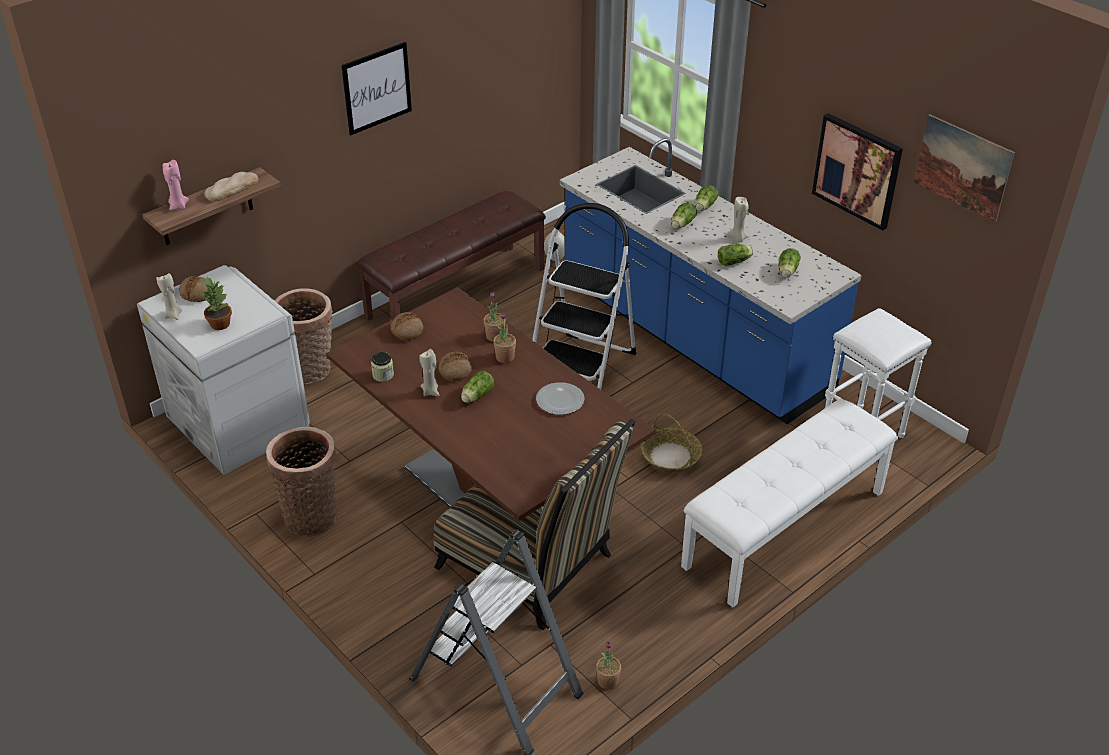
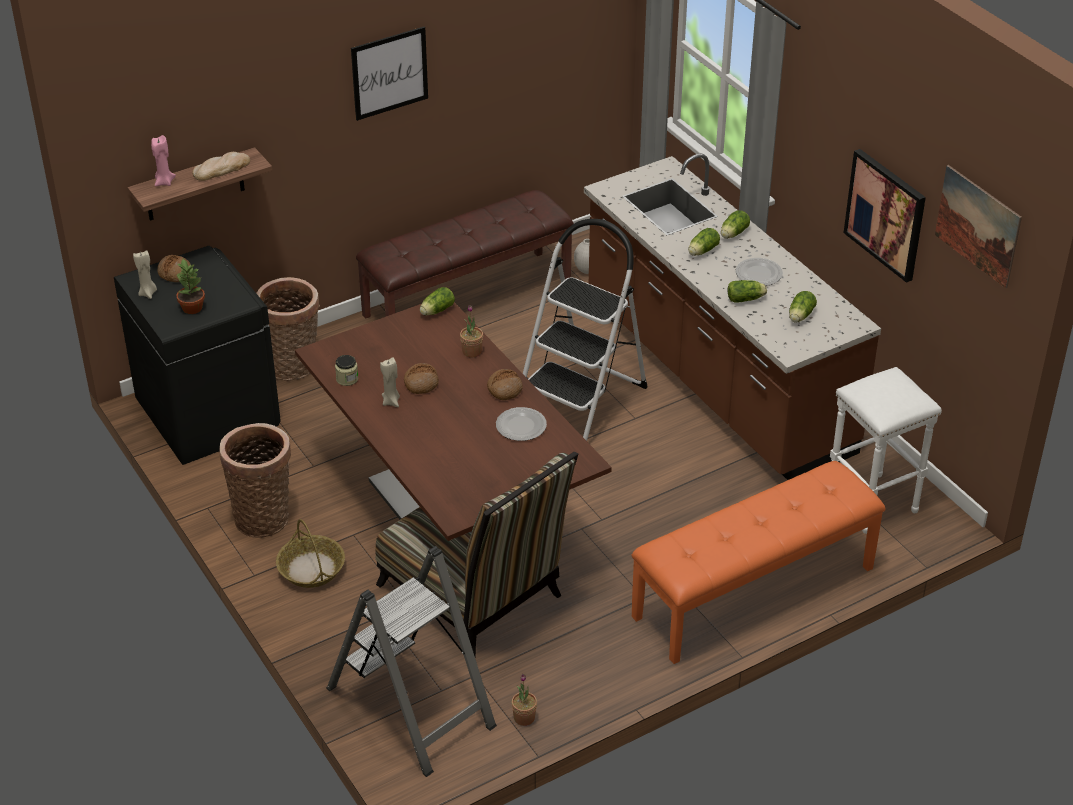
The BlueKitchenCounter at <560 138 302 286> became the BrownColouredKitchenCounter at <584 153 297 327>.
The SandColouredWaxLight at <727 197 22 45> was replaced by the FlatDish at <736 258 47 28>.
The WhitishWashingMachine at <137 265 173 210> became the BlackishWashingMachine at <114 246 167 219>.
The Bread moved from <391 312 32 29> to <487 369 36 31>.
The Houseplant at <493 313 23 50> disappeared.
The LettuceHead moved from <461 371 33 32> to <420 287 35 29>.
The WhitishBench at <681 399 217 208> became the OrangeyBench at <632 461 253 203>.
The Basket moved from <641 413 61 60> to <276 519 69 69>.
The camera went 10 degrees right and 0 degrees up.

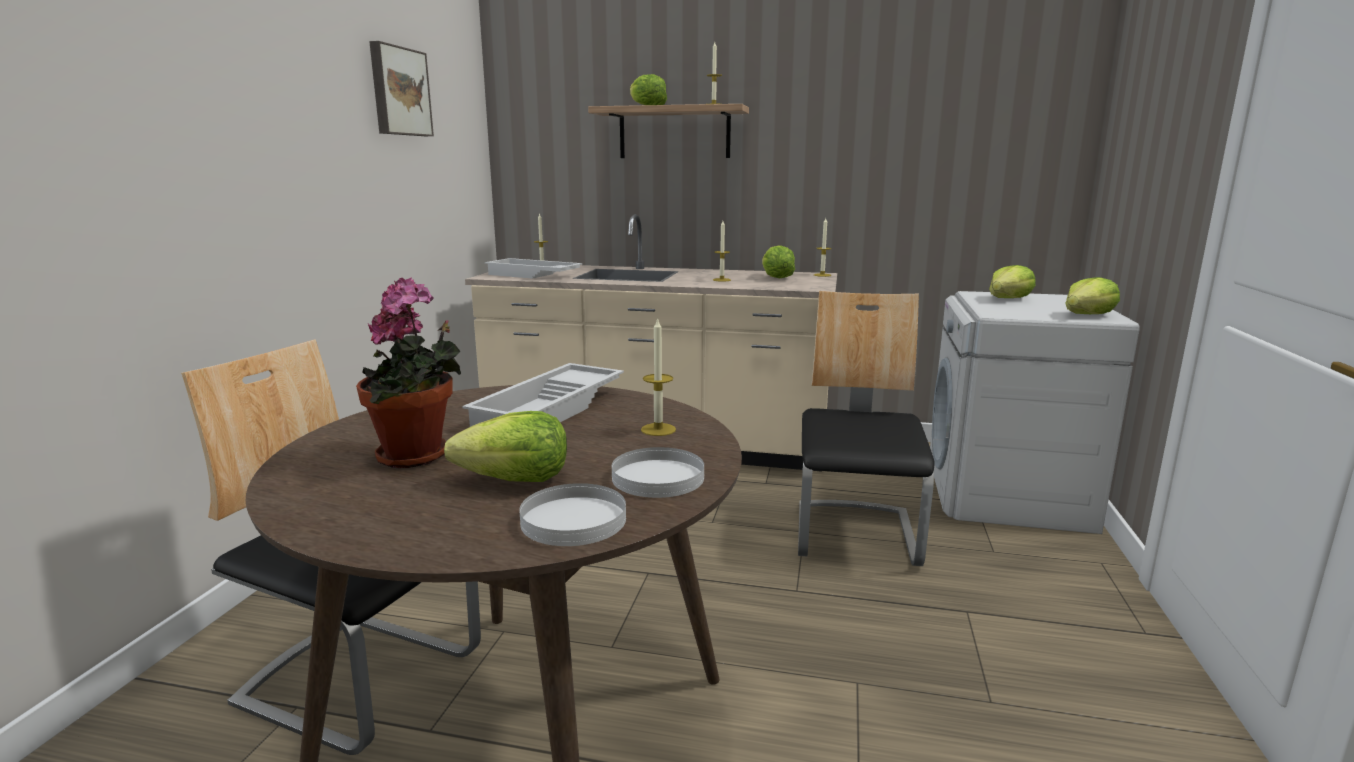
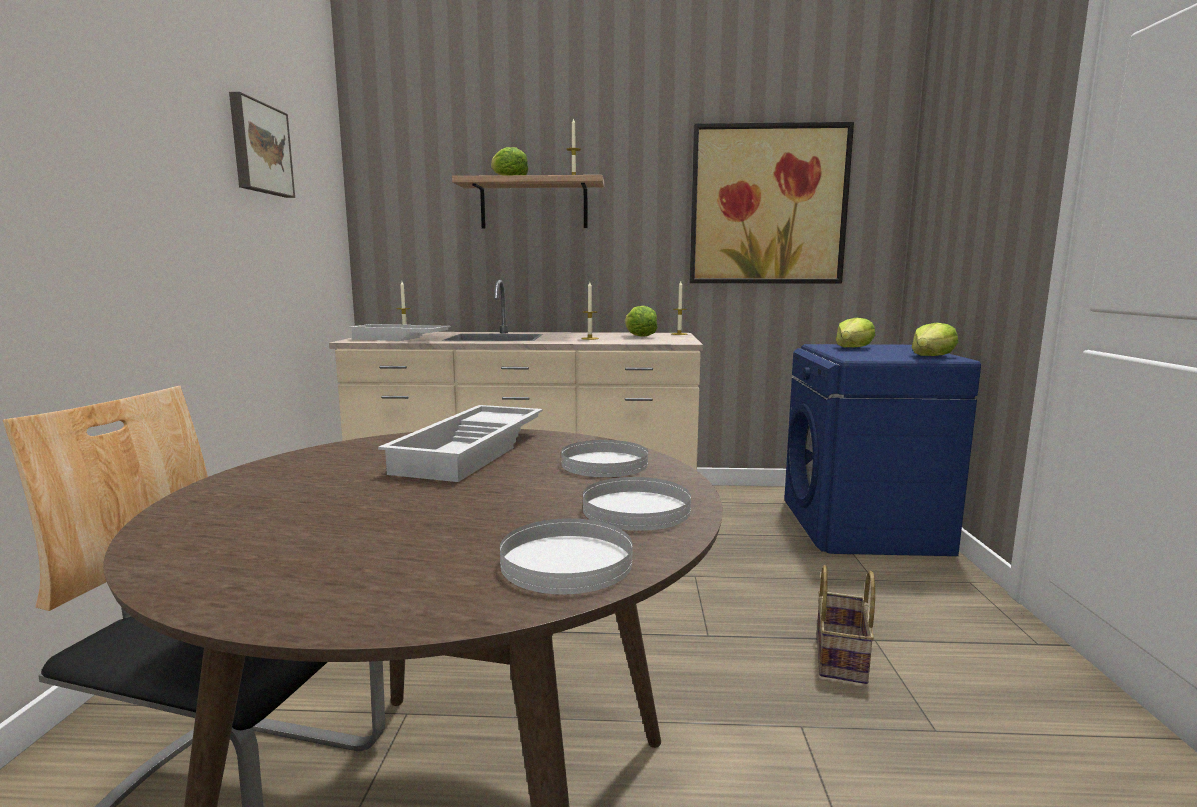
The Houseplant at <356 278 105 190> disappeared.
The UprightChair at <798 291 136 275> disappeared.
The WhitishWashingMachine at <930 291 210 243> became the BlueWashingMachine at <784 344 197 212>.
The WaxLight at <641 317 35 119> was replaced by the WhitishFlatDish at <561 440 87 37>.
The LettuceHead at <444 411 123 71> disappeared.
The WallArt at <690 122 164 161> appeared.
The Basket at <817 565 58 119> appeared.
The camera went 10 degrees left and 5 degrees down.

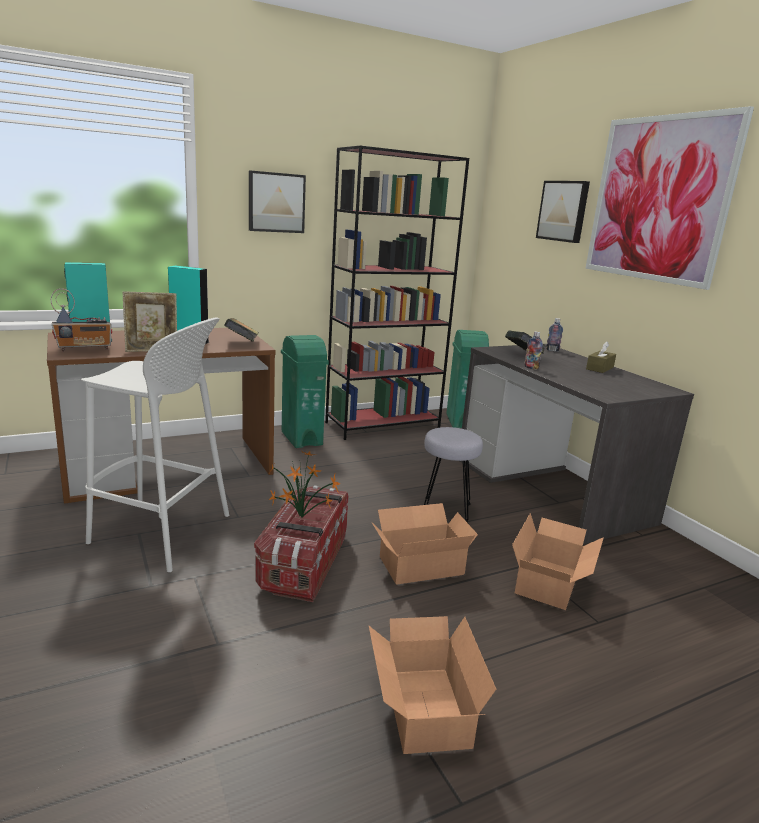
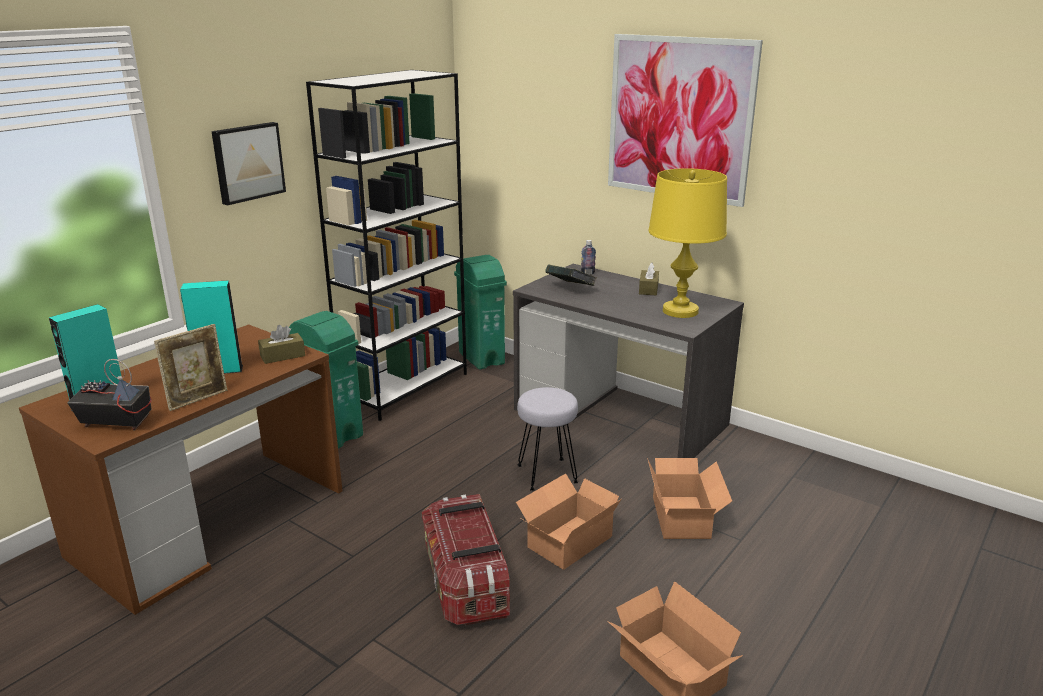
The ReddishBookshelf at <325 146 144 294> became the WhitishBookshelf at <306 70 161 351>.
The WallArt at <536 181 54 62> disappeared.
The RadioReceiver at <51 288 61 64> turned 120 degrees counterclockwise.
The WhitishSittingStool at <81 317 148 255> disappeared.
The BoundBook at <224 318 35 24> was replaced by the BrownColouredTissueHolder at <258 325 47 39>.
The BeverageBottle at <525 331 18 39> disappeared.
The Houseplant at <269 452 72 65> disappeared.
The YellowColouredLampForATable at <648 168 79 150> appeared.
The camera went 25 degrees left and 5 degrees up.

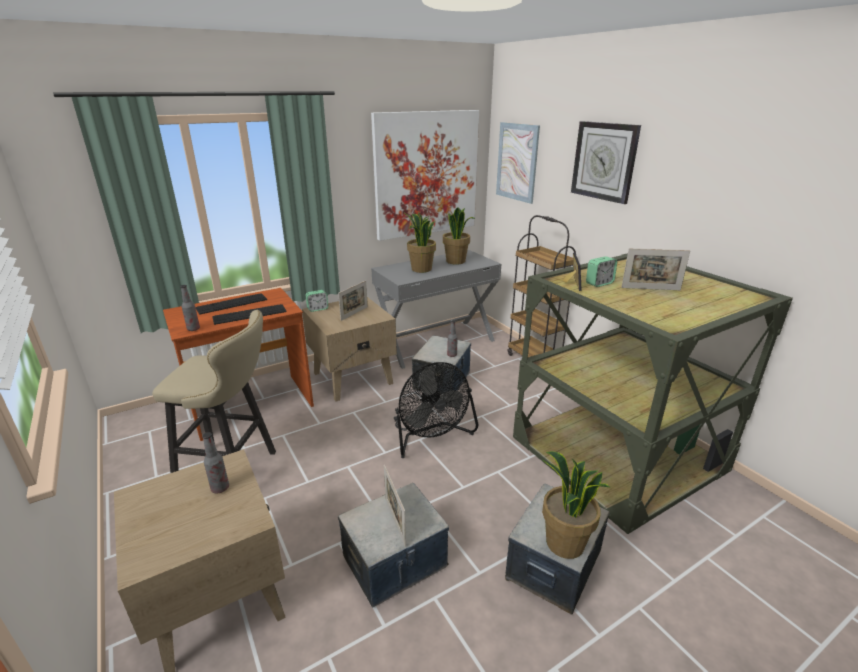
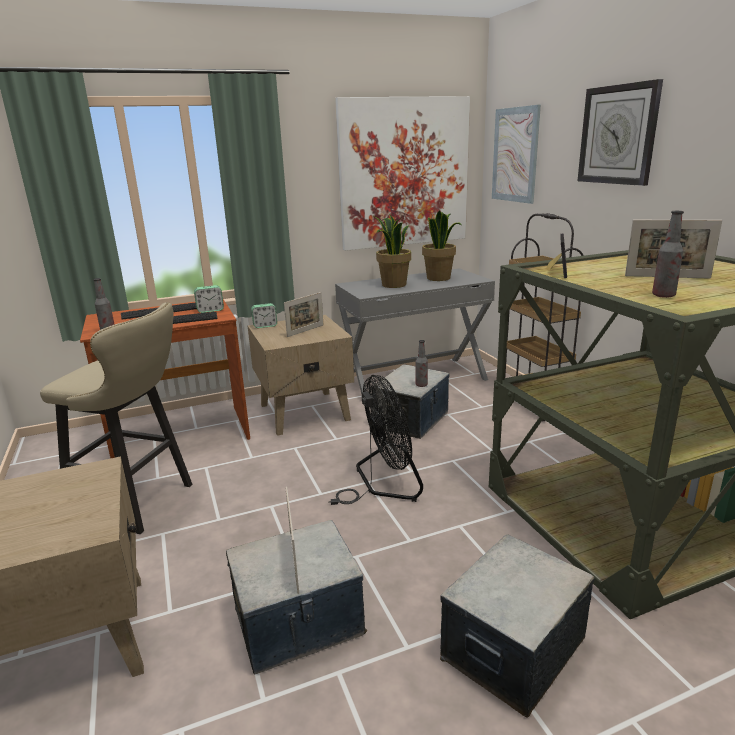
The TableClock moved from <586 256 31 31> to <194 285 30 28>.
The BlackishFan at <394 362 84 96> turned 90 degrees counterclockwise.
The BeverageBottle moved from <202 432 27 61> to <652 211 32 87>.
The Houseplant at <542 451 69 108> disappeared.
The camera went 10 degrees right and 5 degrees down.

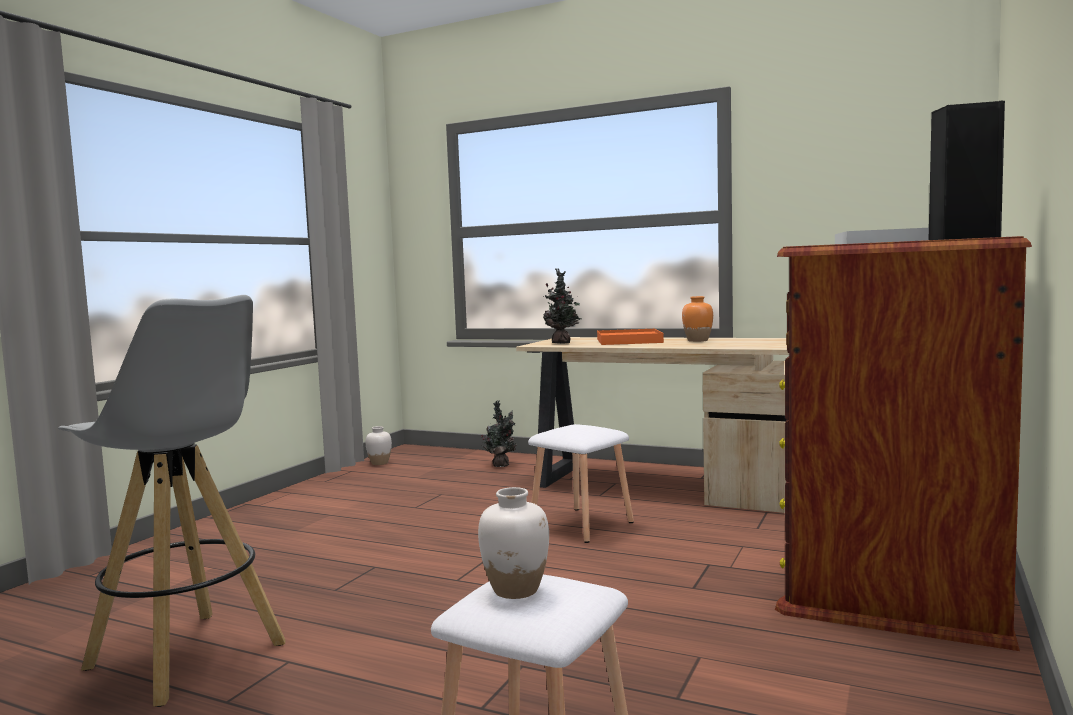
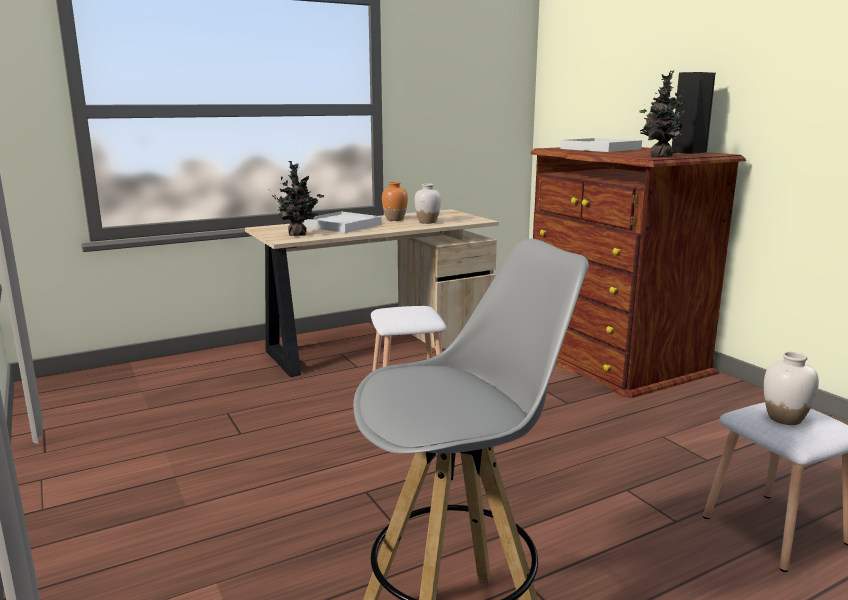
The OrangeyCarryingTray at <597 329 67 16> became the WhitishCarryingTray at <304 211 78 22>.
The Houseplant moved from <481 401 36 66> to <639 70 52 87>.
The WhitishFlowerVase moved from <366 426 26 39> to <415 184 26 40>.
The camera went 55 degrees left and 10 degrees up.

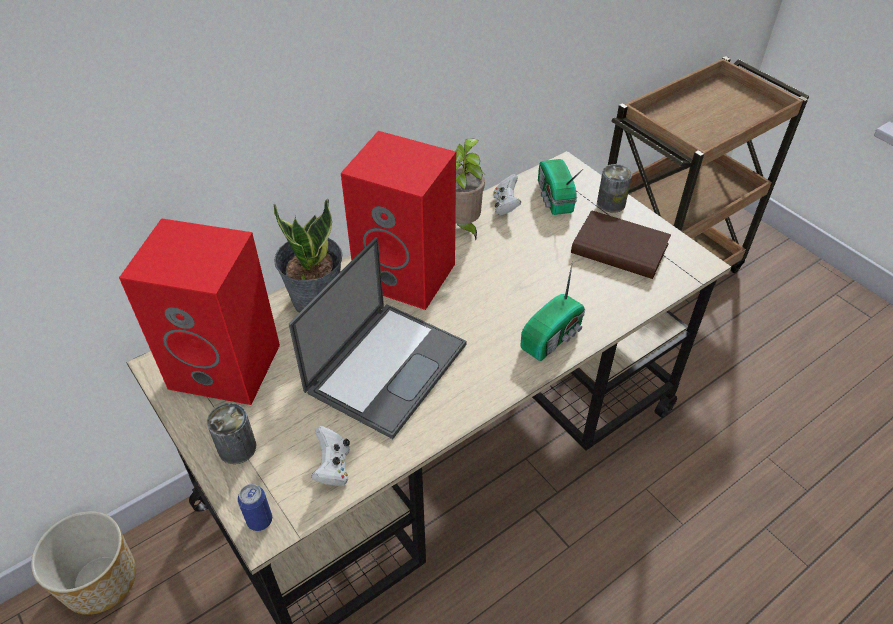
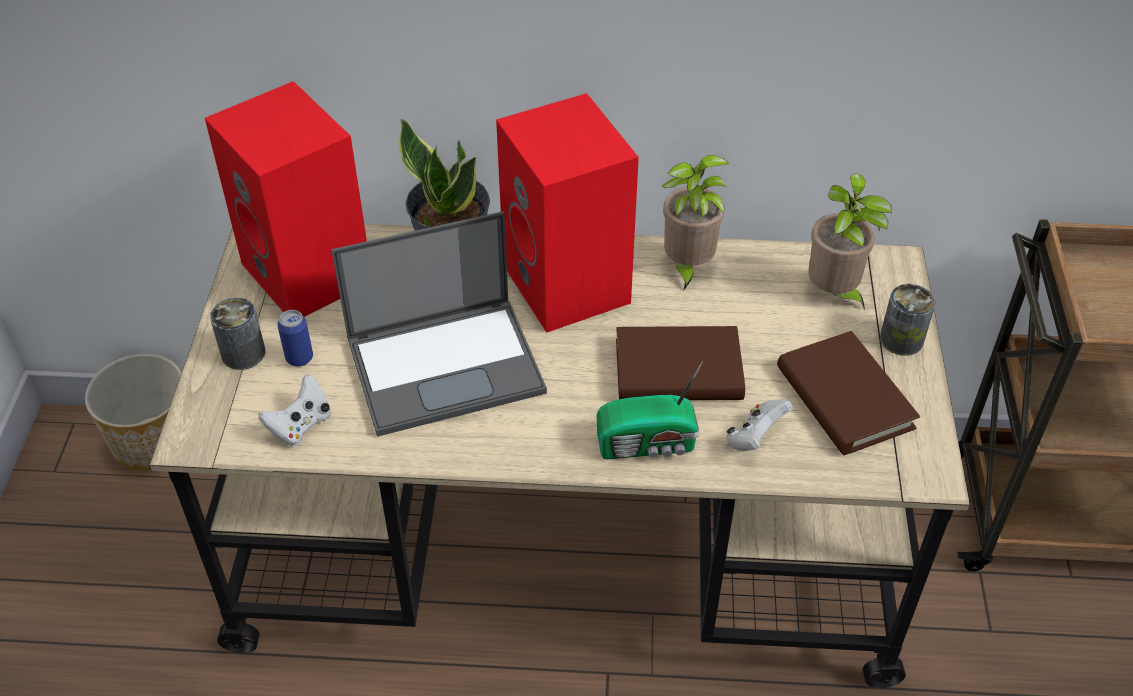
The RadioReceiver at <538 159 45 56> was replaced by the Houseplant at <808 174 84 136>.
The WhitishGamepad moved from <493 174 28 41> to <726 399 67 52>.
The SealedCan moved from <238 484 34 47> to <277 310 36 57>.
The BrownColouredBoundBook at <616 326 129 74> appeared.
The camera went 40 degrees right and 0 degrees up.

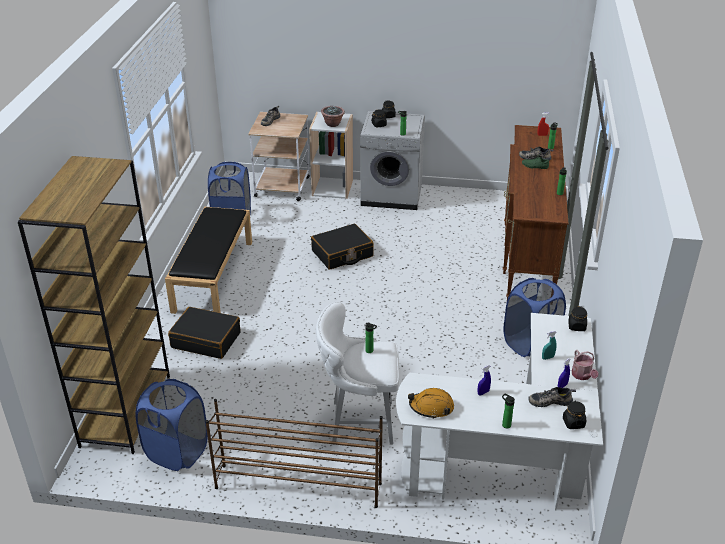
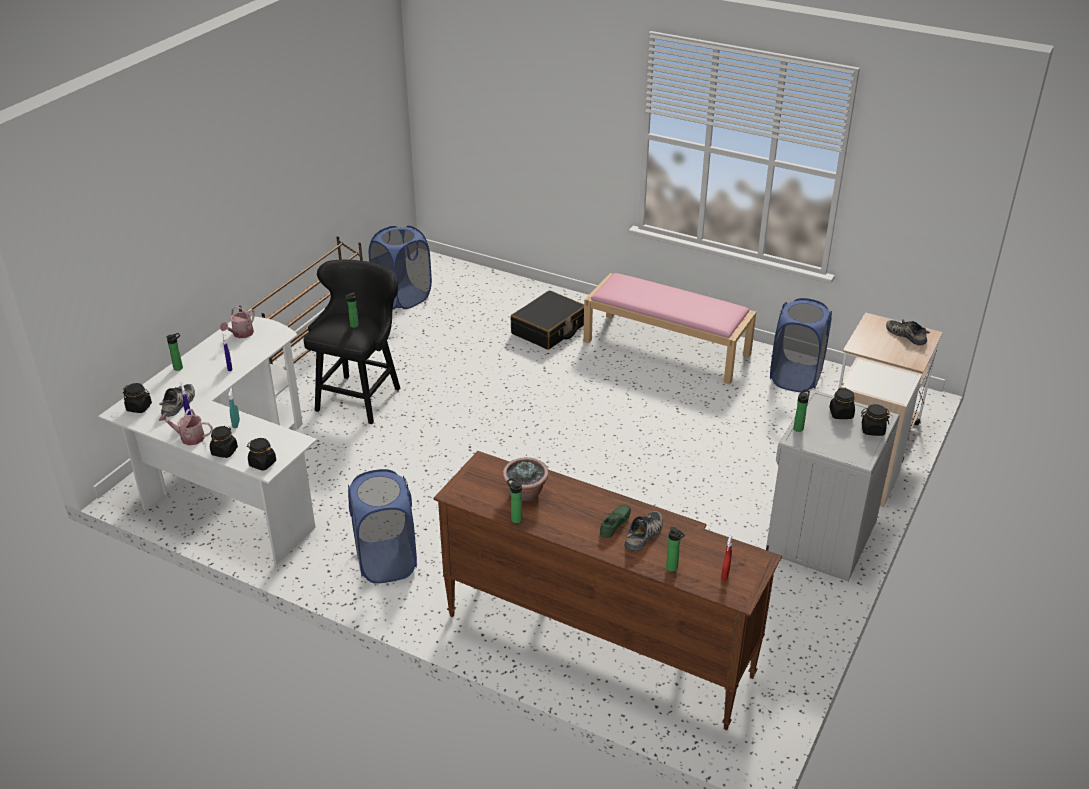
The Houseplant moved from <321 106 24 21> to <503 457 46 44>.
The BrownColouredBookshelf at <18 156 152 298> disappeared.
The BlackishBench at <165 207 87 107> became the PinkishBench at <583 273 173 112>.
The BlackishPieceOfLuggage at <311 224 63 46> disappeared.
The WhitishSittingStool at <316 302 83 143> became the BlackishSittingStool at <304 259 96 165>.
The OrangeyHardHat at <408 388 46 31> was replaced by the WateringCan at <220 306 35 32>.
The BlackishStorageJar at <210 426 28 32> appeared.
The camera went 110 degrees right and 0 degrees up.

